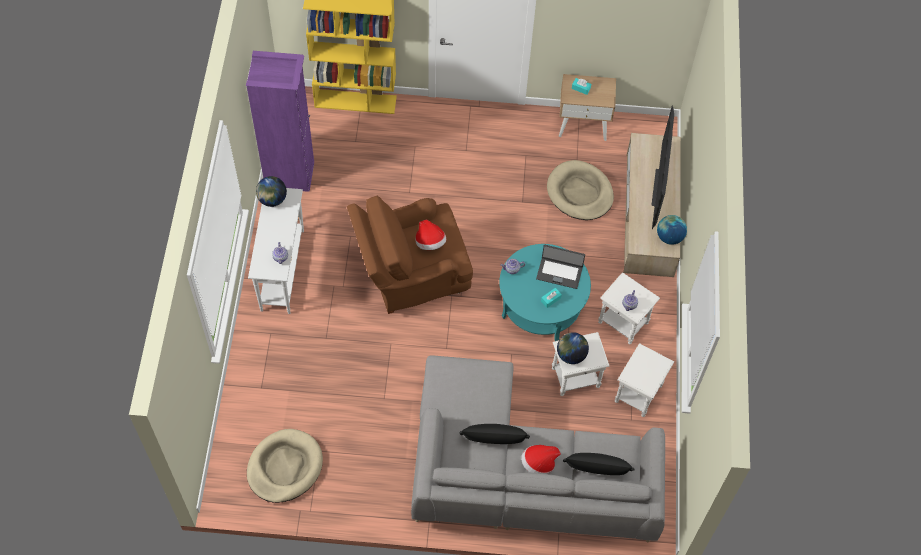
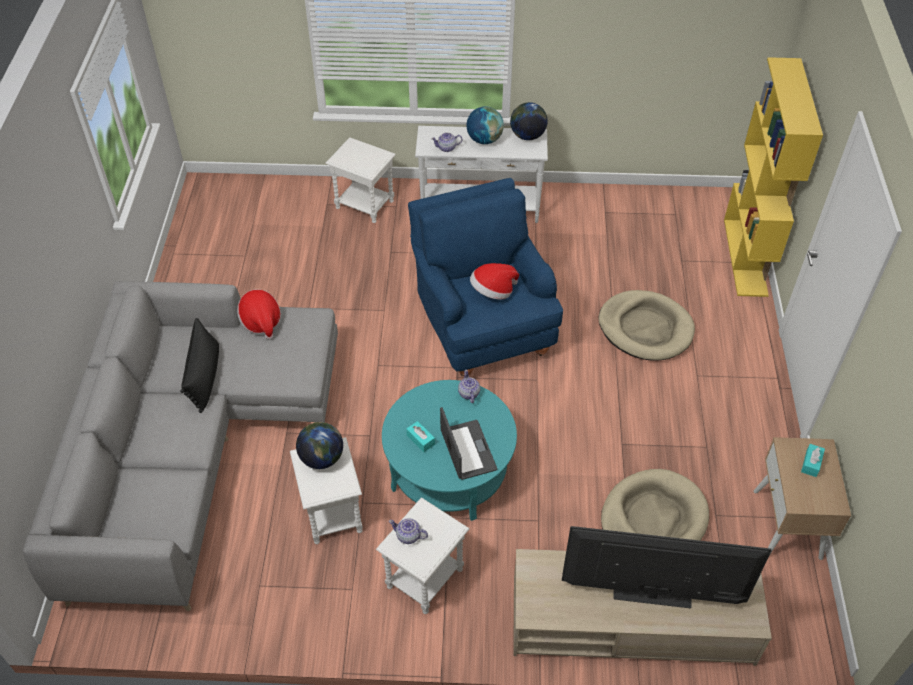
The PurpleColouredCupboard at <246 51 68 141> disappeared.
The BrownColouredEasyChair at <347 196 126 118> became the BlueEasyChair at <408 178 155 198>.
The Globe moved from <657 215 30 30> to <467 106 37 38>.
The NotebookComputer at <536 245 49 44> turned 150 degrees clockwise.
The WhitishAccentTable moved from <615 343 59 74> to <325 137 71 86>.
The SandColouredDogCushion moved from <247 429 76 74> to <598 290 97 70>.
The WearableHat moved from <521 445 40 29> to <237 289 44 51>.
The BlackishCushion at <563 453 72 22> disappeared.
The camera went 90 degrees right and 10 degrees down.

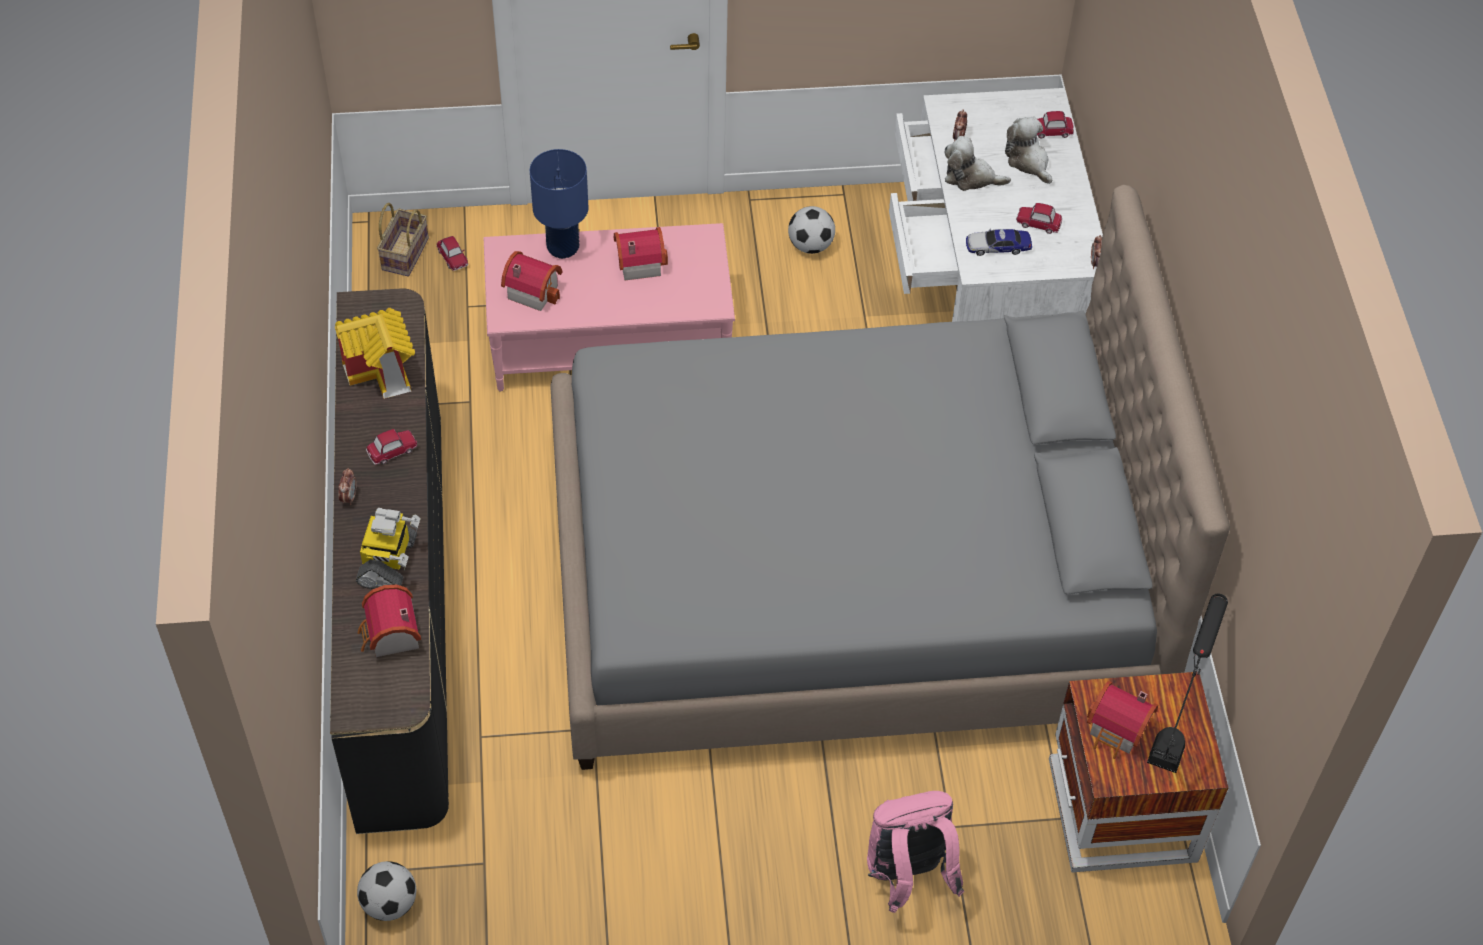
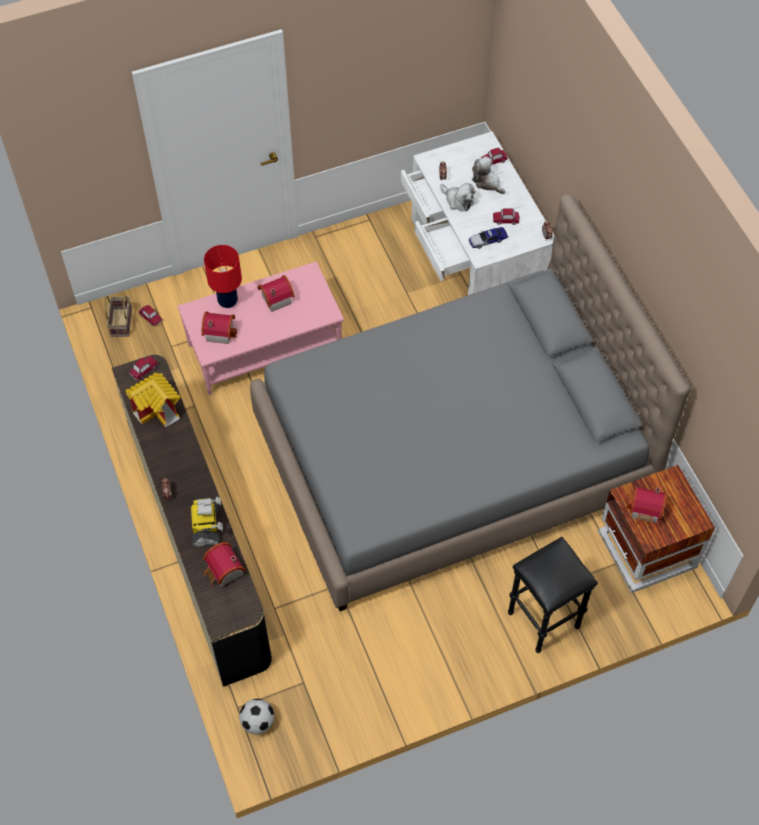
The CuddlyToy at <945 136 66 55> turned 135 degrees counterclockwise.
The BlueLampForATable at <530 149 59 110> became the ReddishLampForATable at <204 245 38 63>.
The Football at <788 206 47 48> disappeared.
The MiniatureCar moved from <366 429 51 36> to <129 356 29 25>.
The BlackishLampForATable at <1147 594 81 179> disappeared.
The PinkishRucksack at <867 791 97 122> was replaced by the BlackishSittingStool at <508 537 90 116>.
The camera went 15 degrees left and 5 degrees up.

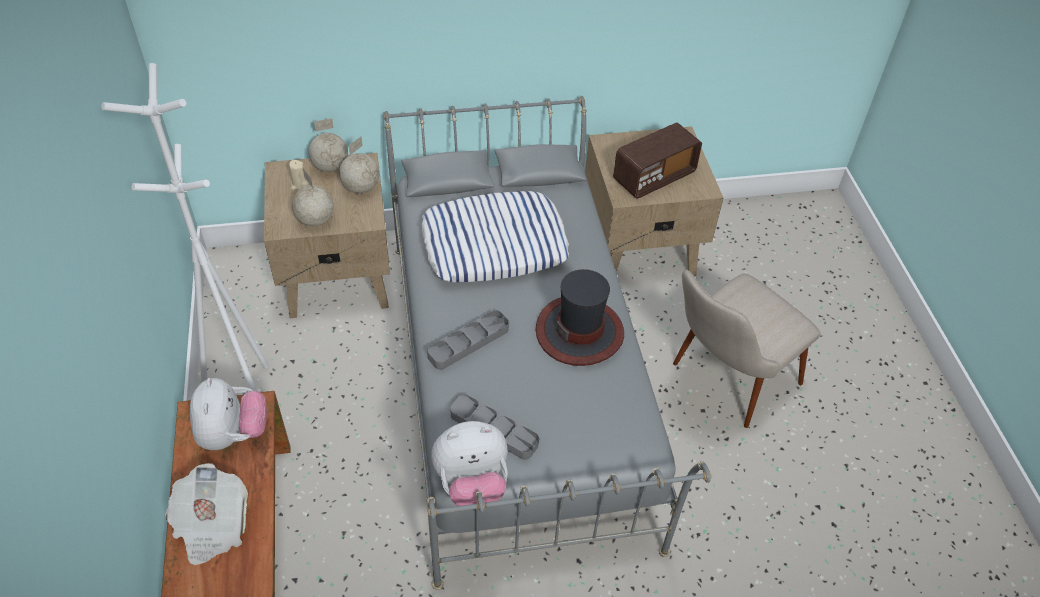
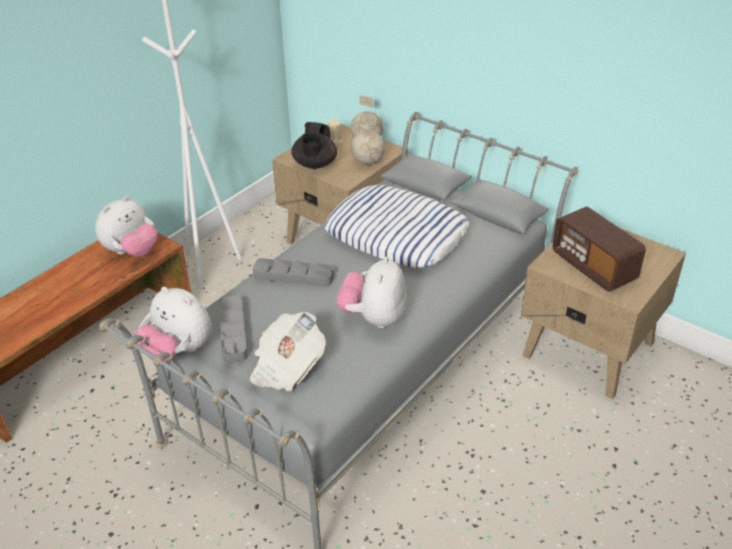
The RadioReceiver at <613 122 89 77> turned 45 degrees clockwise.
The Globe at <292 169 42 57> was replaced by the BlackishPotForTea at <291 122 46 47>.
The WearableHat at <536 269 88 97> was replaced by the CuddlyToy at <337 257 70 71>.
The SandColouredUprightChair at <673 270 147 158> disappeared.
The PrintedPaper moved from <165 463 83 102> to <250 312 76 79>.
The camera went 50 degrees right and 10 degrees down.

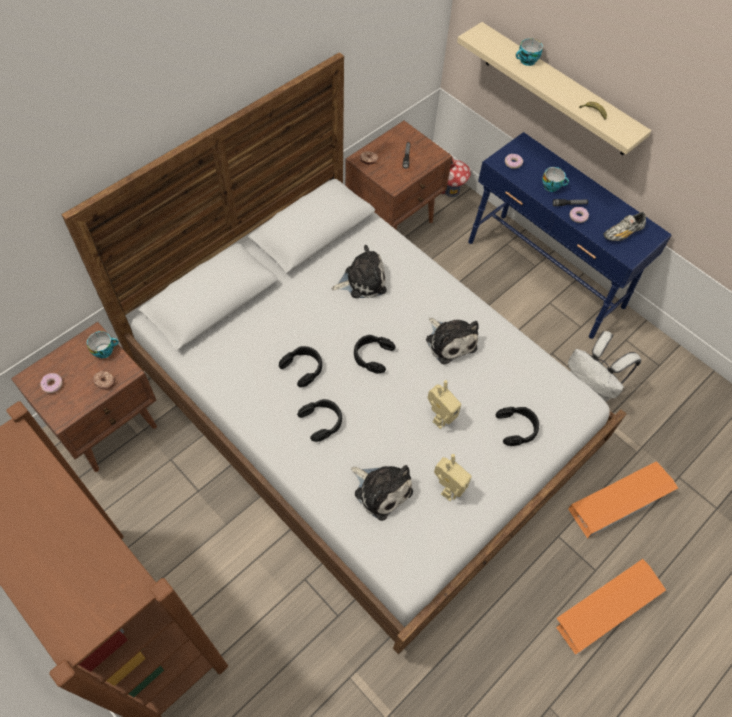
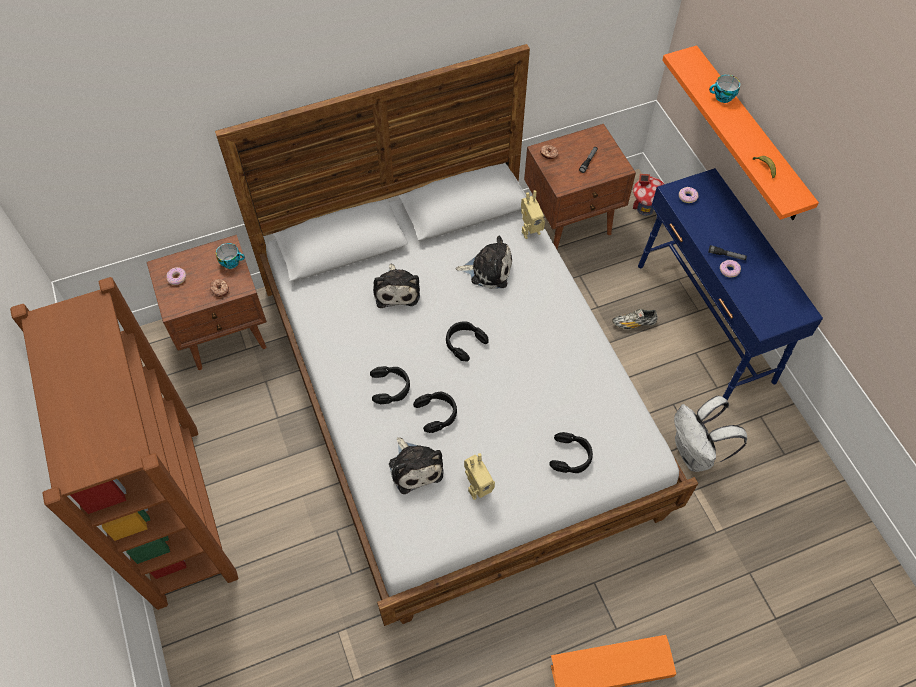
The SandColouredWallShelf at <457 22 194 133> became the OrangeyWallShelf at <662 45 157 175>.
The DrinkingCup at <542 167 27 25> disappeared.
The ItemOfFootwear moved from <604 212 42 29> to <612 309 46 20>.
The CuddlyToy moved from <426 318 53 47> to <373 264 47 44>.
The BlackishHeadset moved from <279 346 43 41> to <413 391 44 42>.
The RobotFigure moved from <427 380 34 49> to <521 190 24 49>.
The OrangeyStorageBox at <568 461 110 78> disappeared.
The camera went 25 degrees right and 0 degrees up.

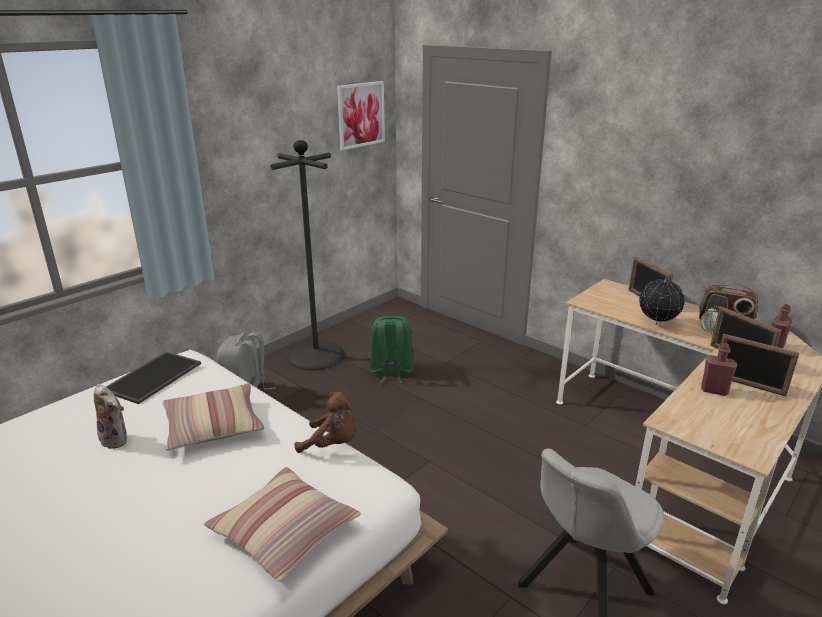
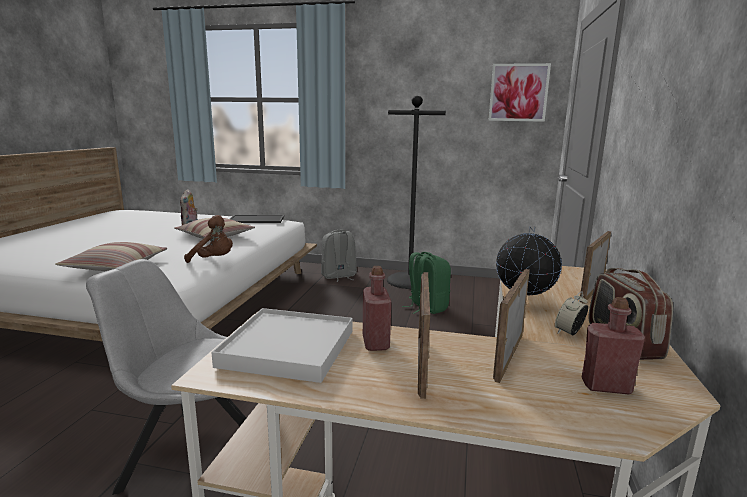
The BrownColouredCuddlyToy at <295 392 60 61> turned 60 degrees counterclockwise.
The WhitishCarryingTray at <211 308 142 75> appeared.
The camera went 60 degrees right and 10 degrees down.

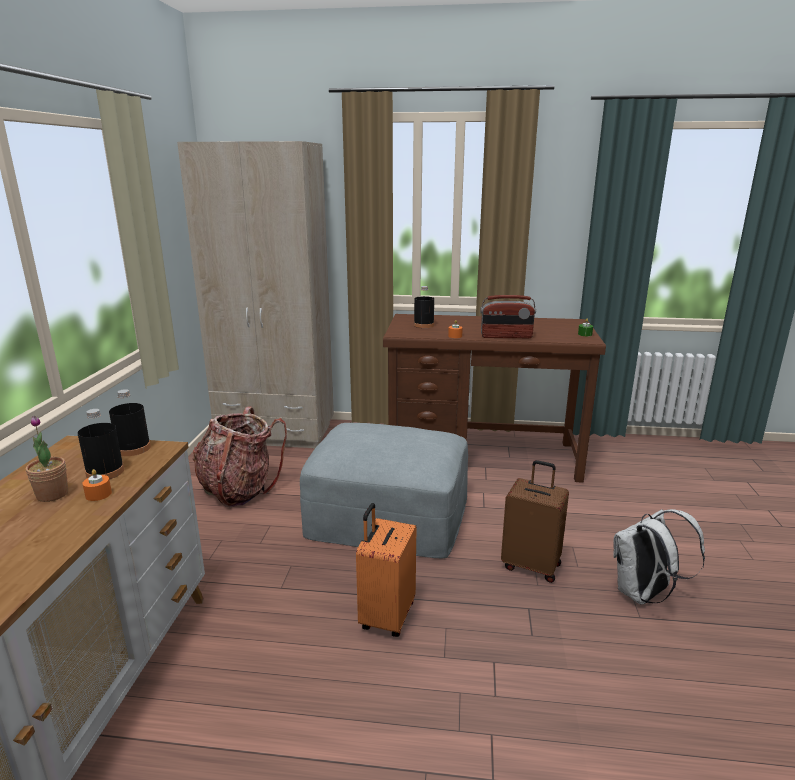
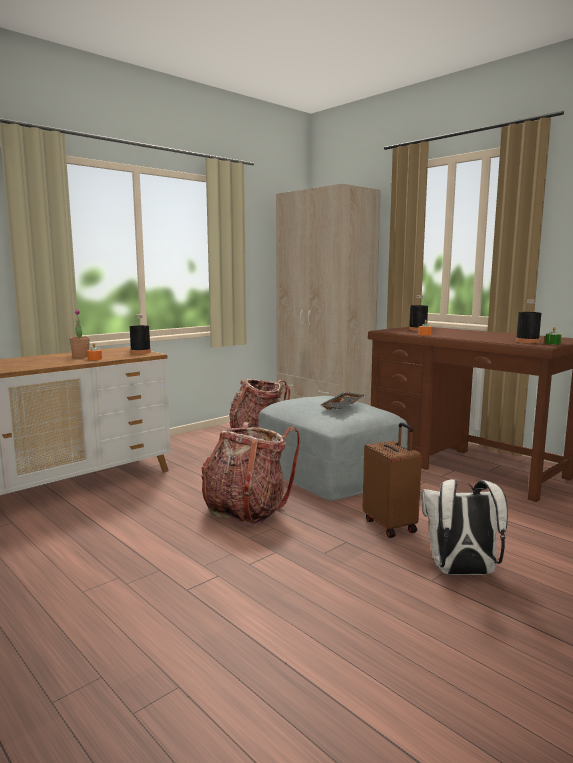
The RadioReceiver at <480 295 56 43> disappeared.
The BlackishBeverageBottle moved from <77 409 47 70> to <516 300 25 43>.
The OrangeyPieceOfLuggage at <356 503 61 134> was replaced by the Rucksack at <201 422 99 103>.
The BlackishCarryingTray at <320 392 45 18> appeared.
The camera went 40 degrees right and 10 degrees down.

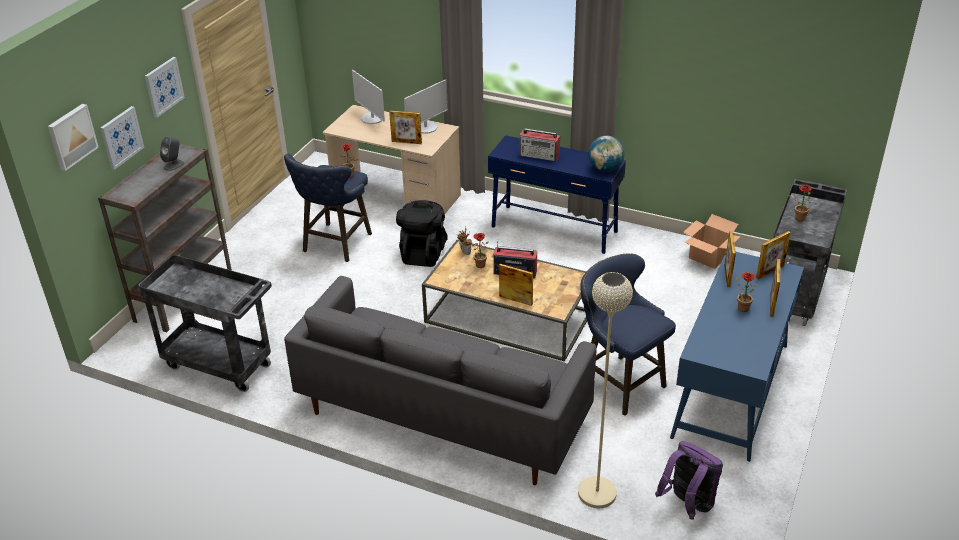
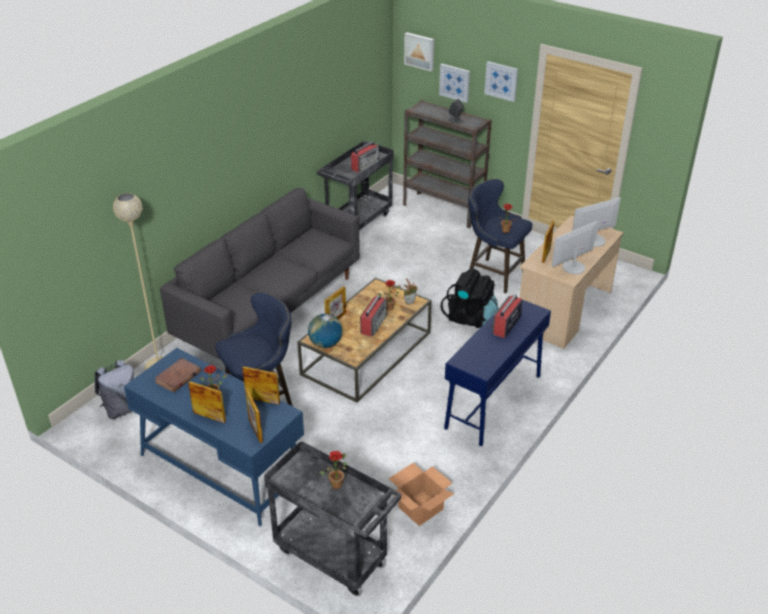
The ComputerDisplay at <404 80 44 54> turned 90 degrees clockwise.
The Globe moved from <588 136 37 36> to <308 314 34 34>.
The PurpleColouredRucksack at <655 441 68 78> became the GrayRucksack at <95 360 39 59>.
The RadioReceiver at <351 141 28 31> appeared.
The BrownColouredBoundBook at <154 358 47 34> appeared.
The camera went 100 degrees right and 0 degrees up.

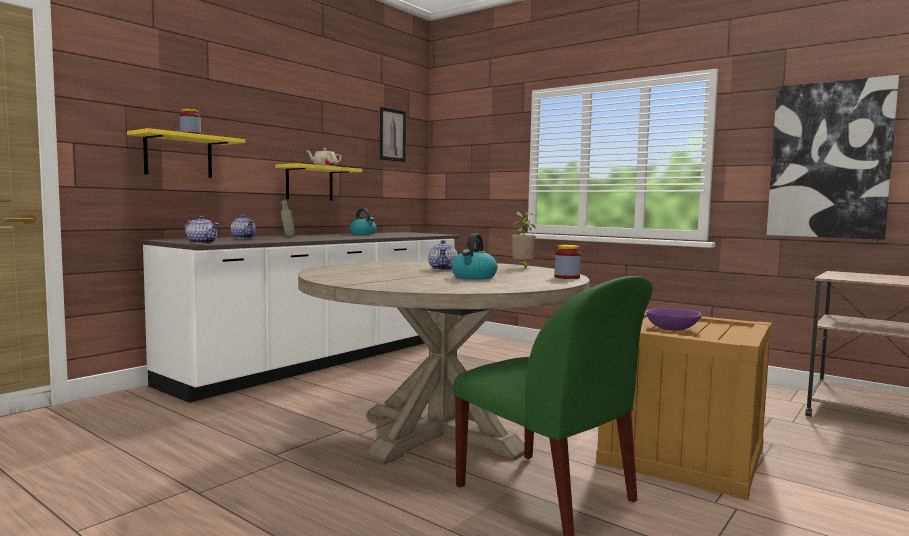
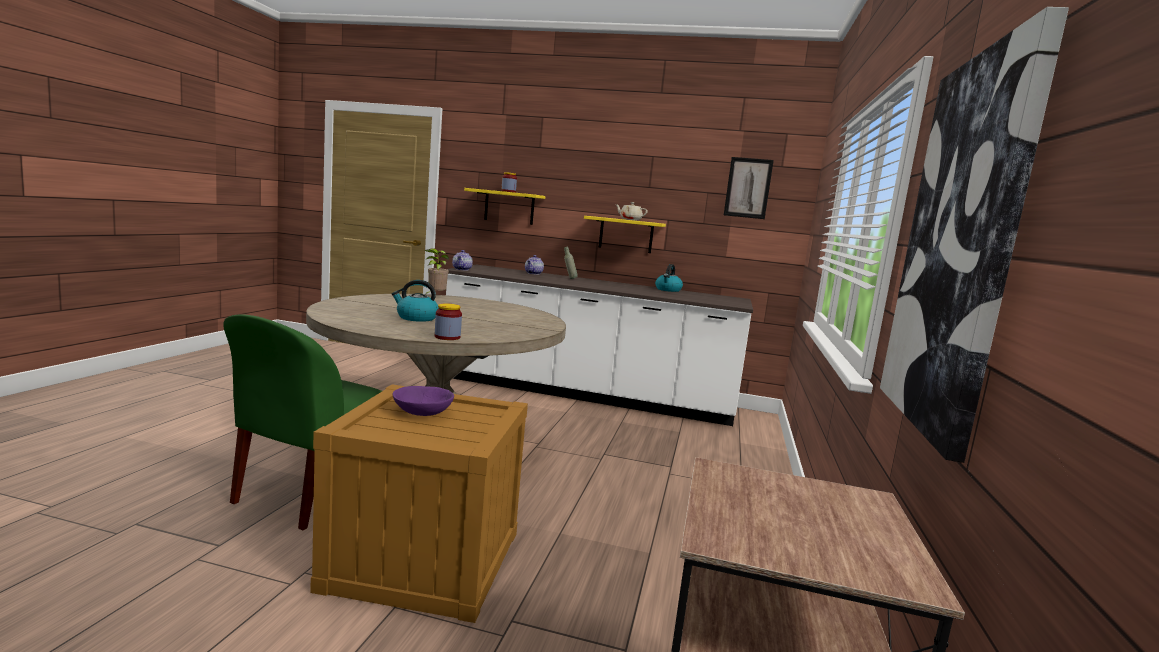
The Houseplant moved from <512 212 24 57> to <424 248 25 46>.
The PotForTea at <428 240 30 30> disappeared.
The camera went 65 degrees right and 5 degrees up.

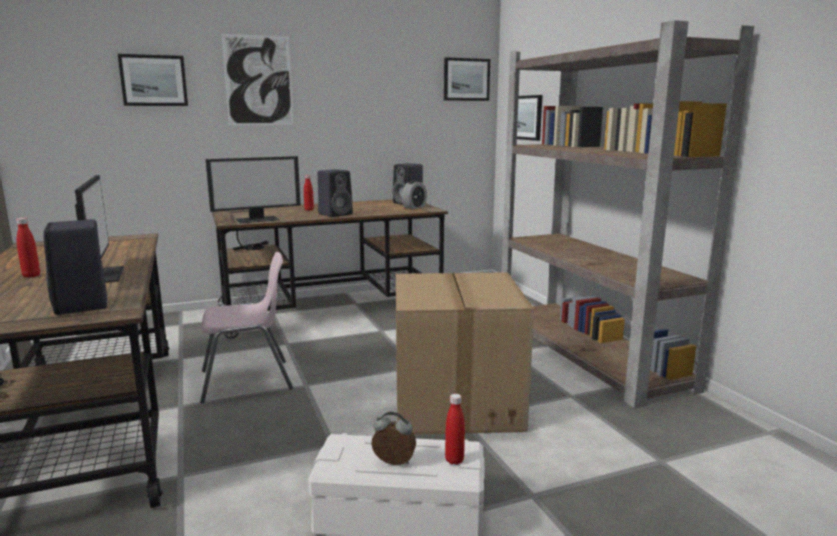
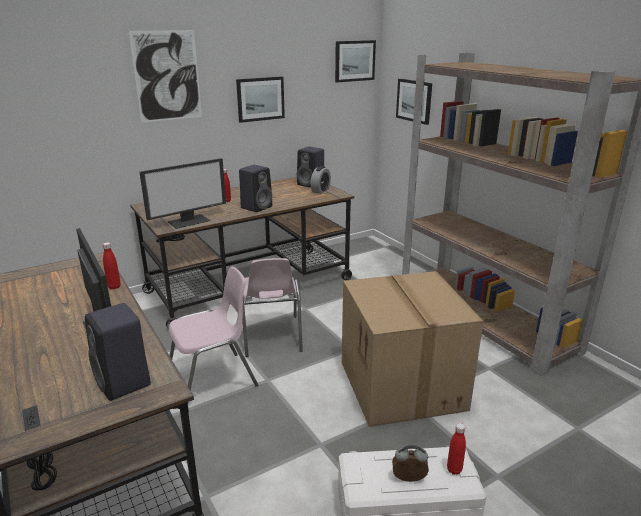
The WallArt moved from <118 54 70 52> to <236 77 49 46>.
The ReddishBeverageBottle moved from <16 218 24 60> to <102 242 19 47>.
The PinkishUprightChair at <242 258 61 99> appeared.
The camera went 10 degrees left and 10 degrees up.

